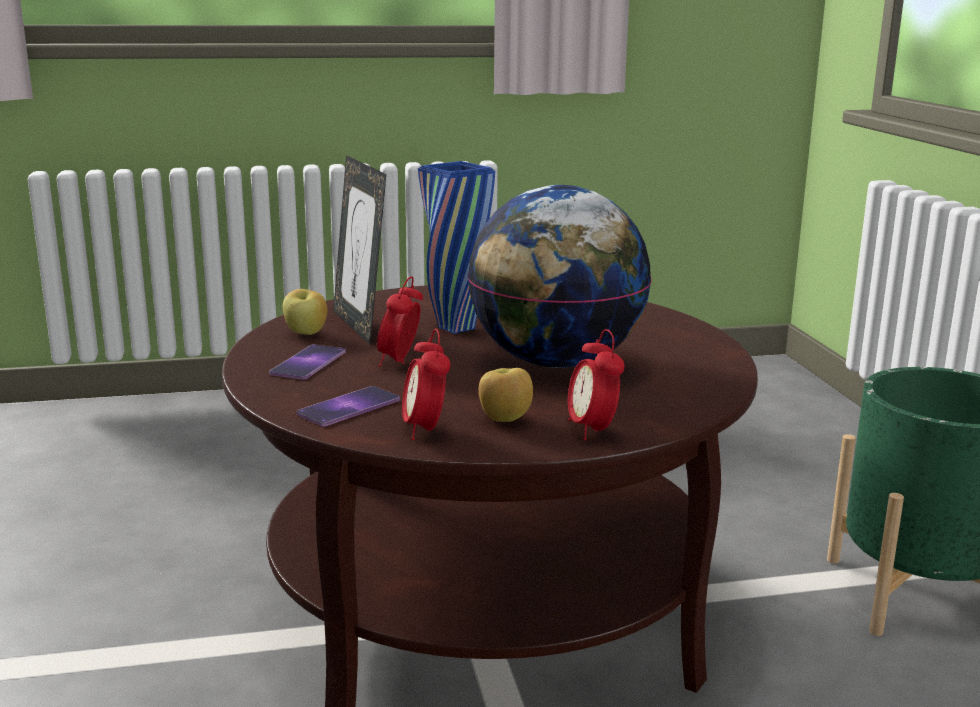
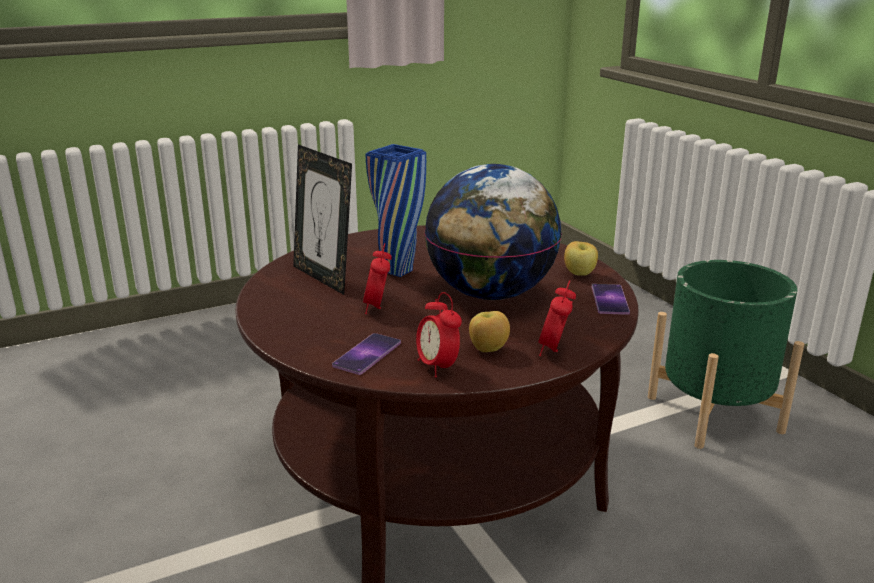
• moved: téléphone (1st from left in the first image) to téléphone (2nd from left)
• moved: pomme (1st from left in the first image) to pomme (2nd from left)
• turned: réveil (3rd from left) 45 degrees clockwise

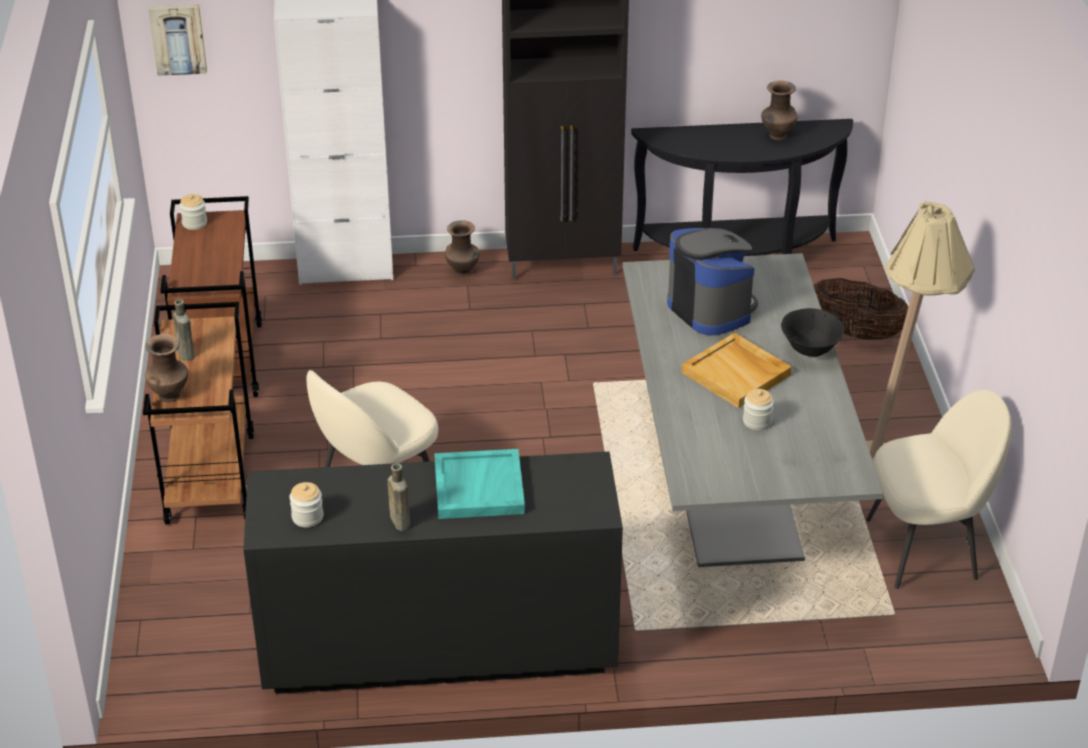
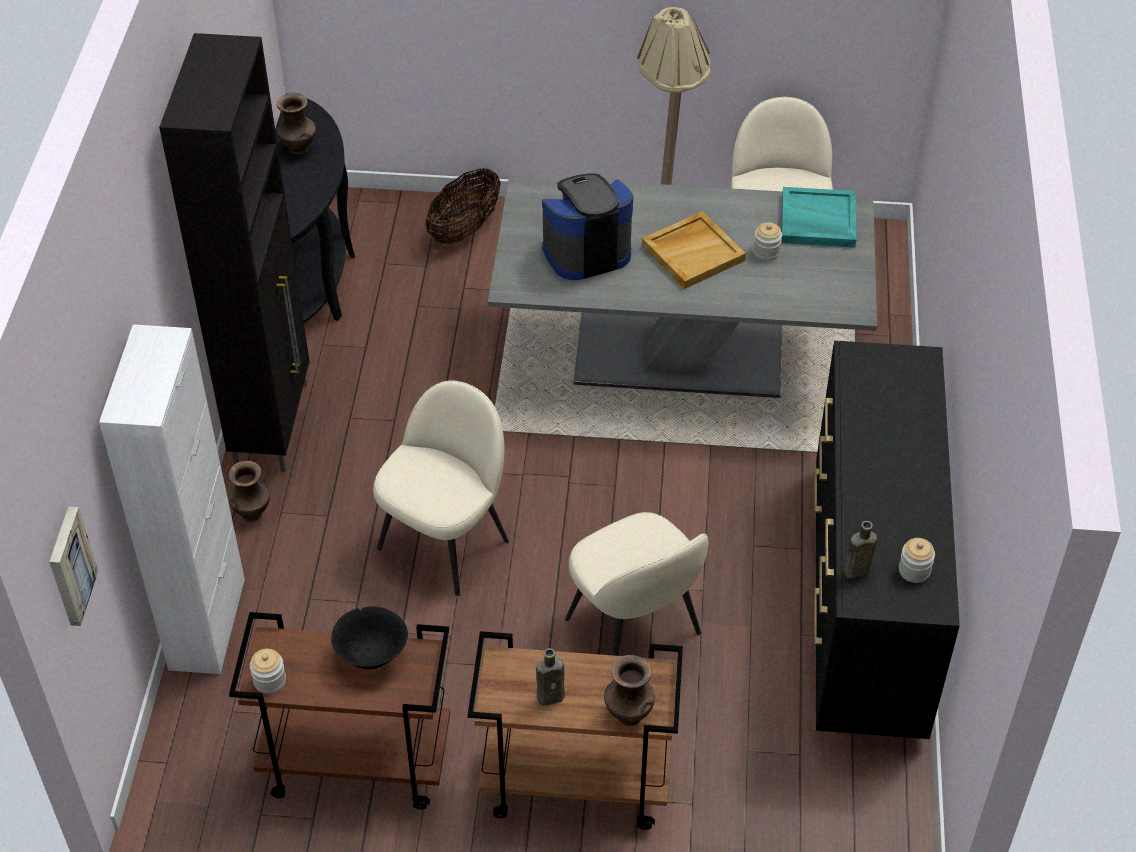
• added: chaise/beige (1st from left)
• moved: bouteille/marron (2nd from left)
• moved: plateau/turquoise
• moved: bol/noir

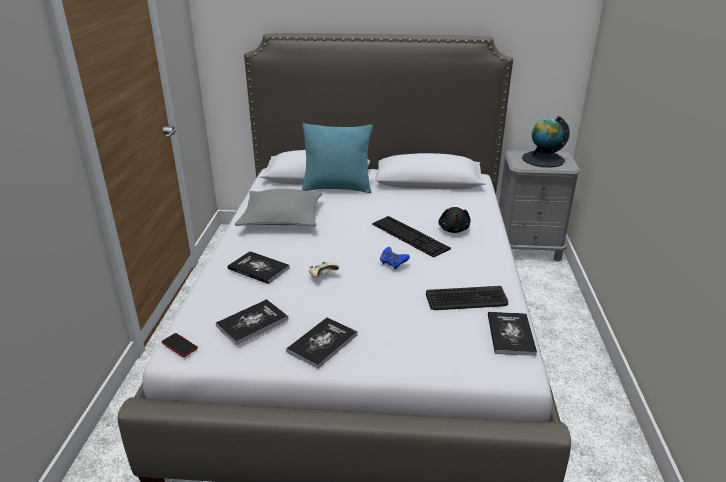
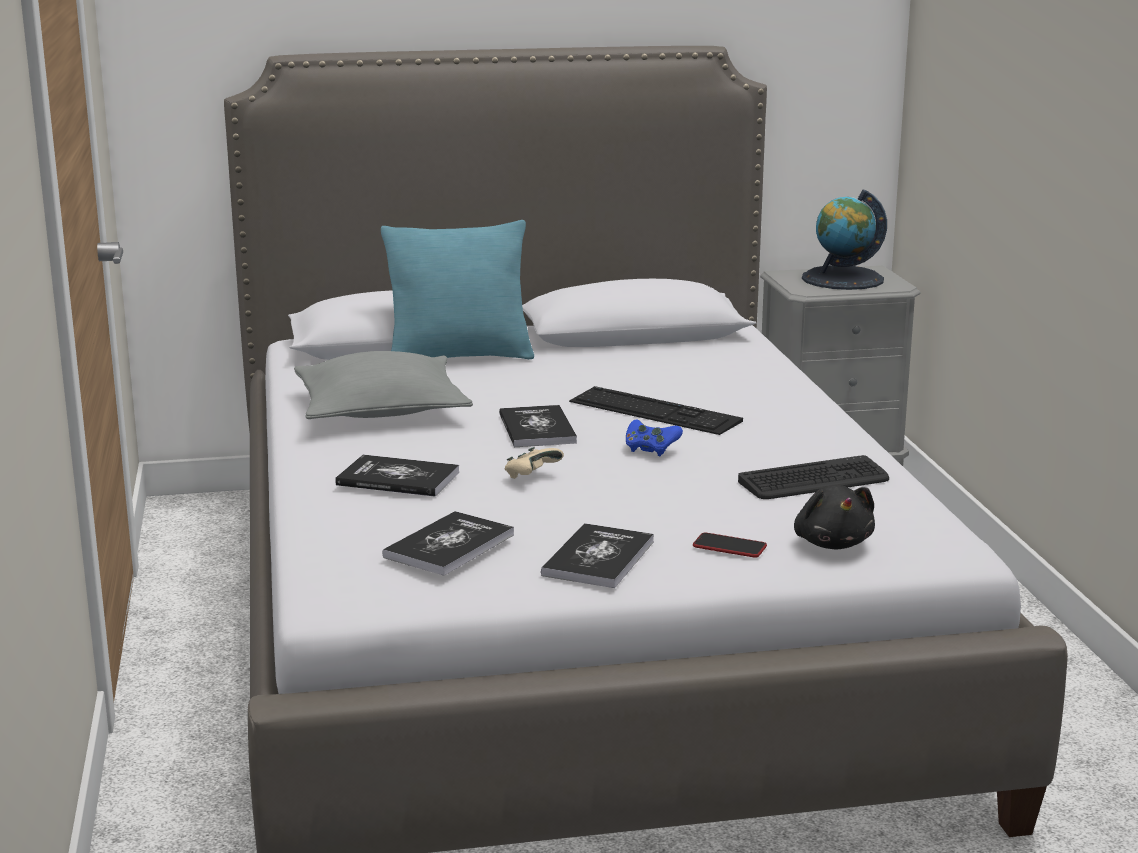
• moved: téléphone
• moved: peluche/noir
• moved: livre (4th from left in the first image) to livre (3rd from left)

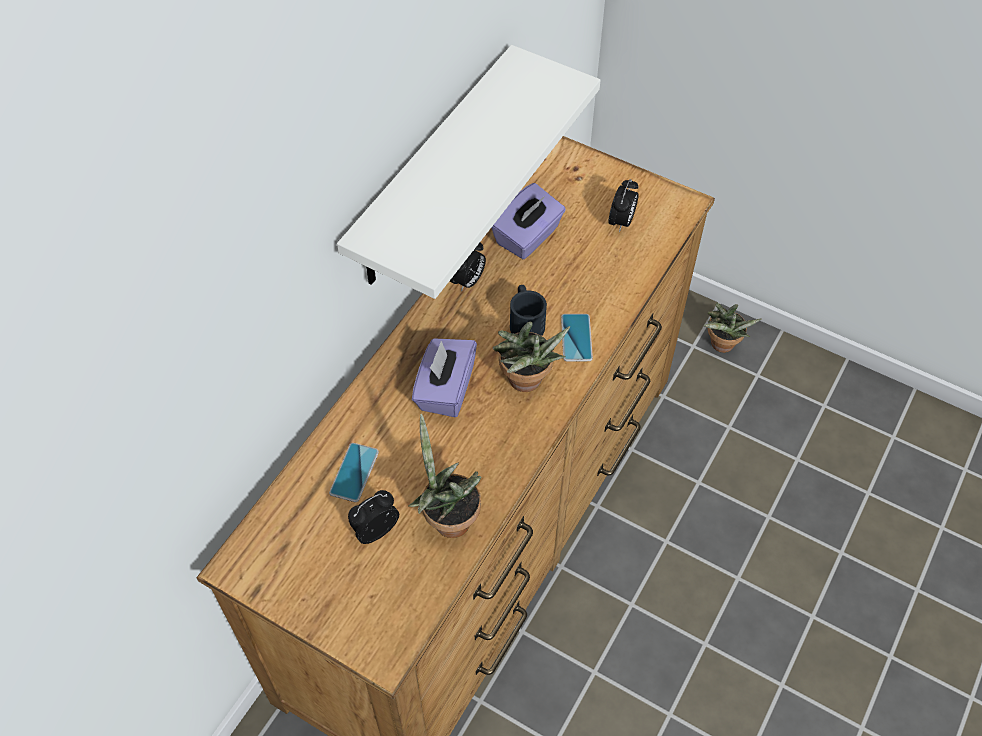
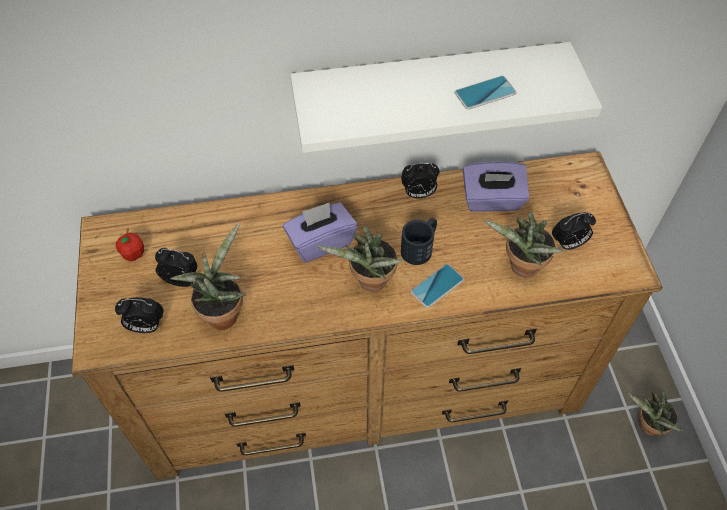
• added: réveil (1st from left)
• added: pomme
• added: plante en pot (3rd from left)
• moved: téléphone (1st from left in the first image) to téléphone (2nd from left)

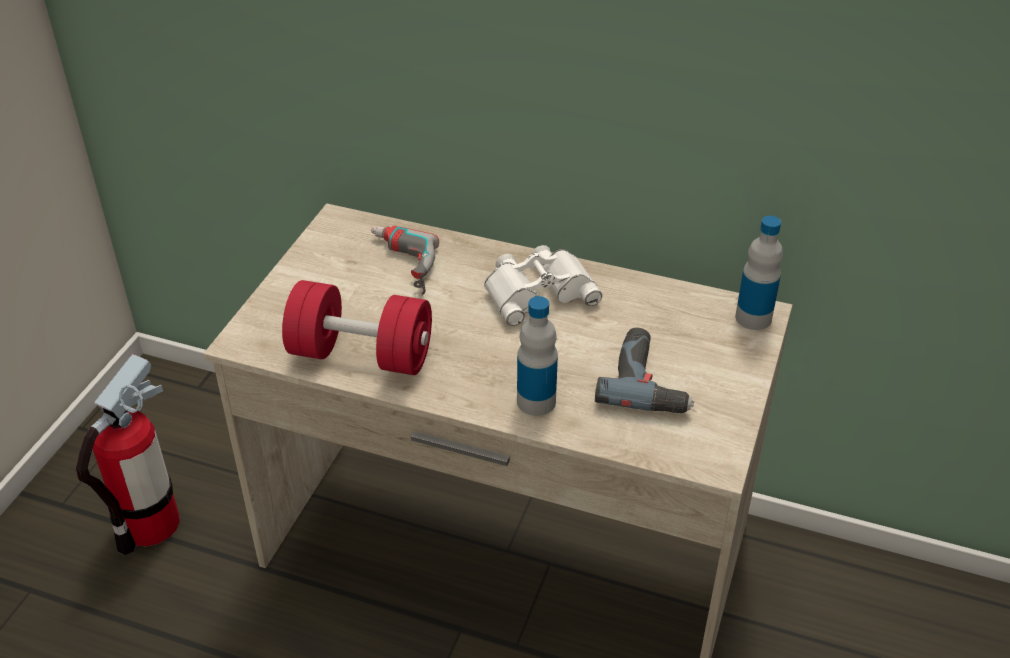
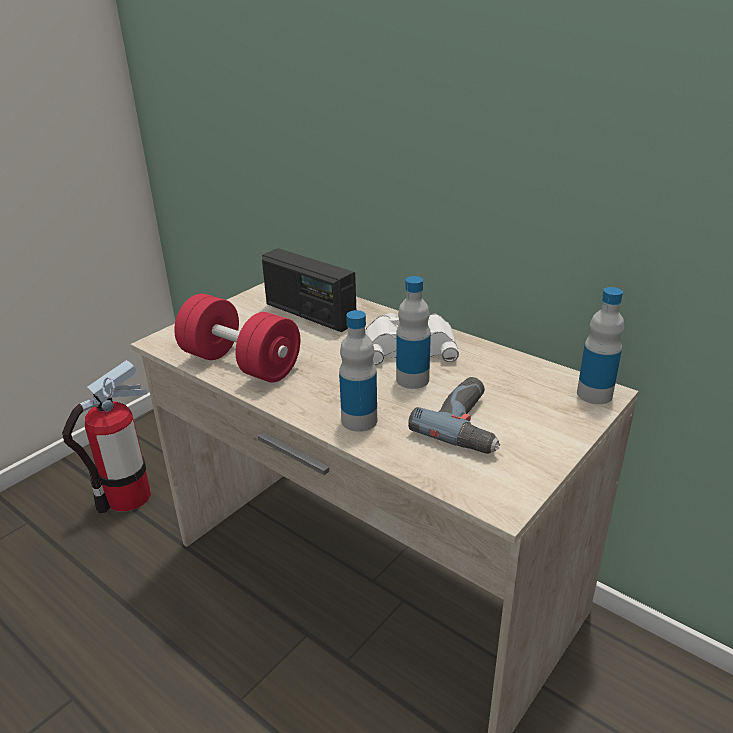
• added: bouteille (2nd from left)
• replaced: perceuse (1st from left) to radio

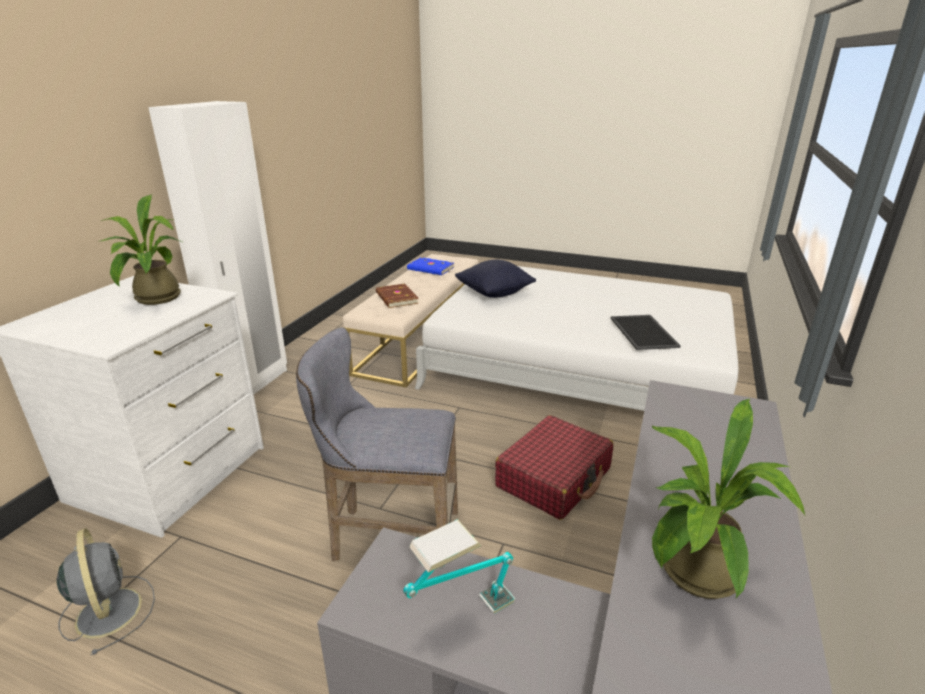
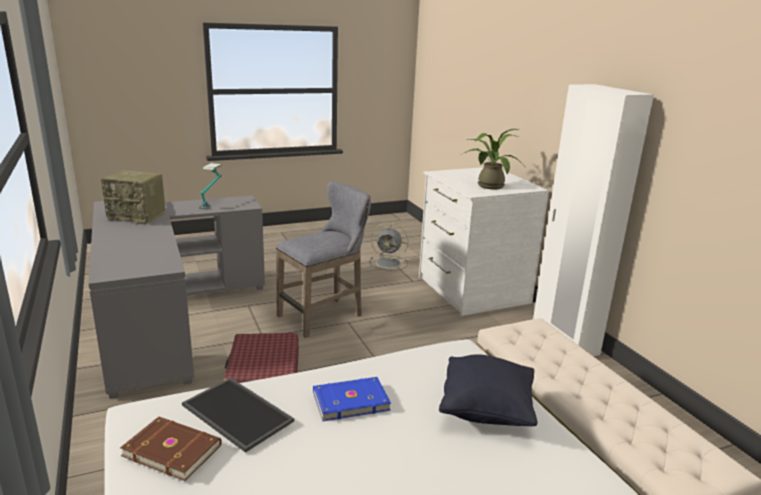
• moved: livre/marron
• moved: livre/bleu
• replaced: plante en pot (2nd from left) to radio

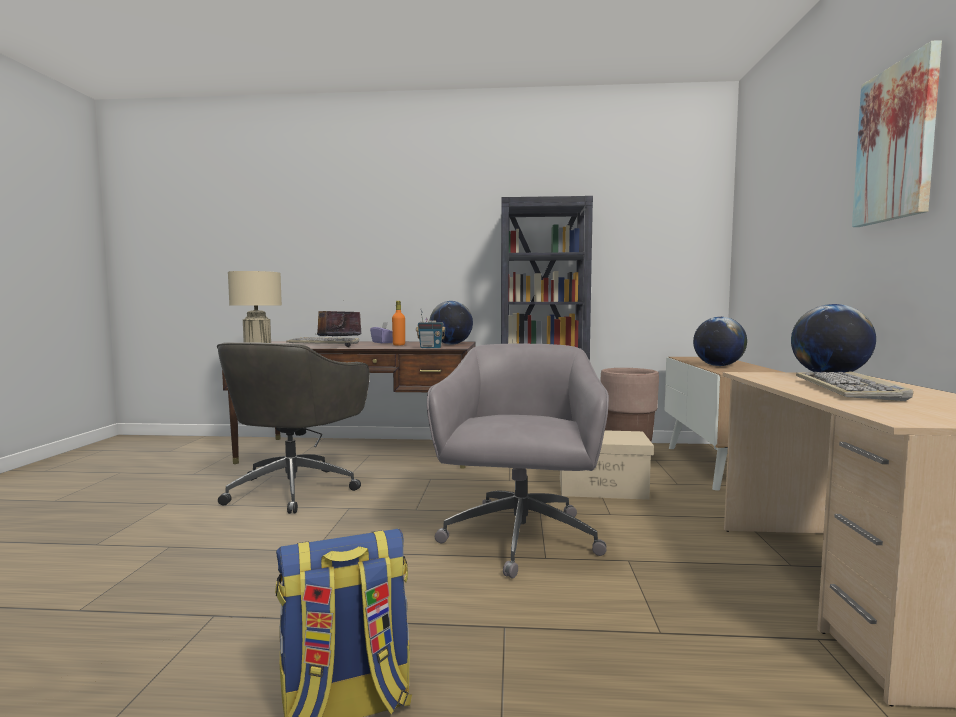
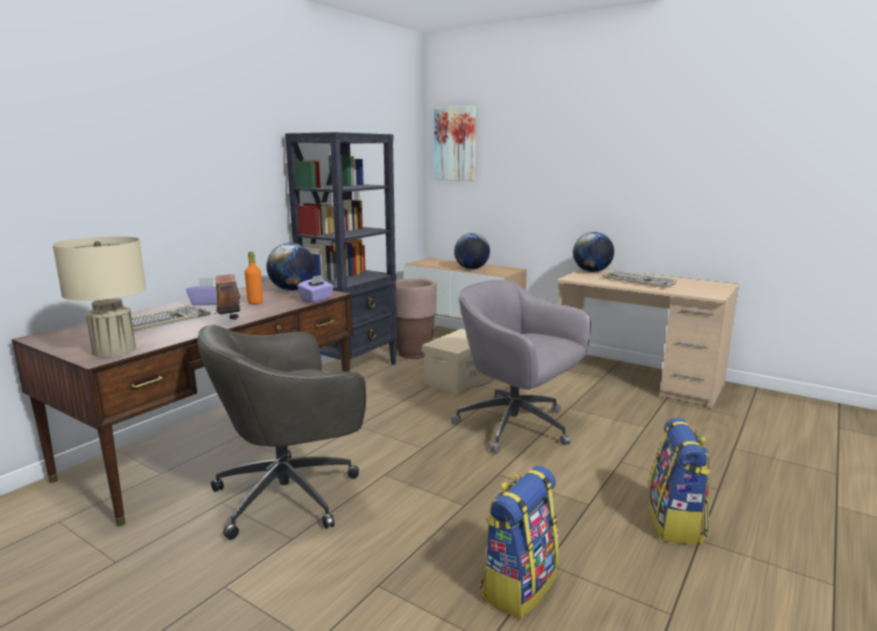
• added: sac à dos (1st from left)
• moved: tableau
• replaced: radio (2nd from left) to boîte à mouchoirs/violet (2nd from left)
• turned: chaise de bureau/gris (1st from left) 105 degrees clockwise

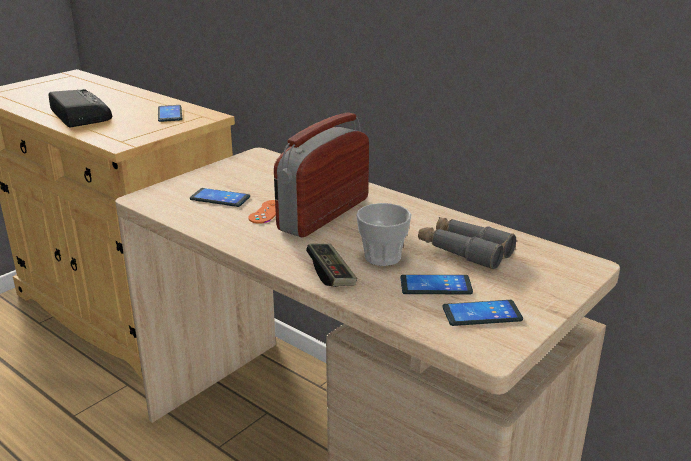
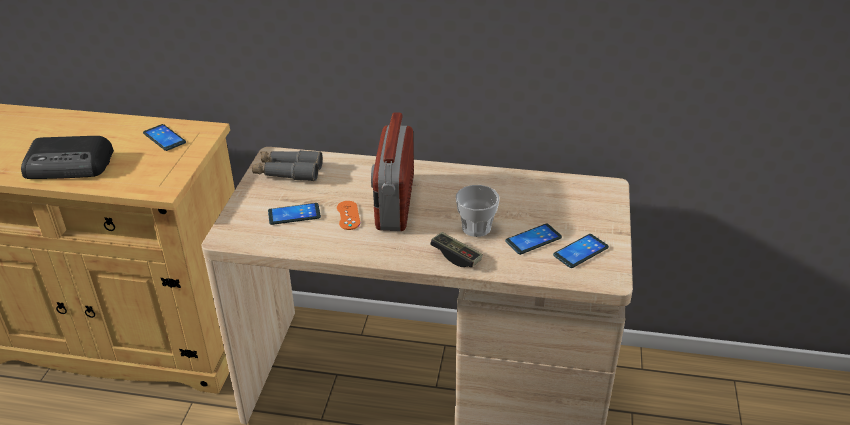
• moved: jumelles/gris
• turned: radio (1st from left) 150 degrees clockwise

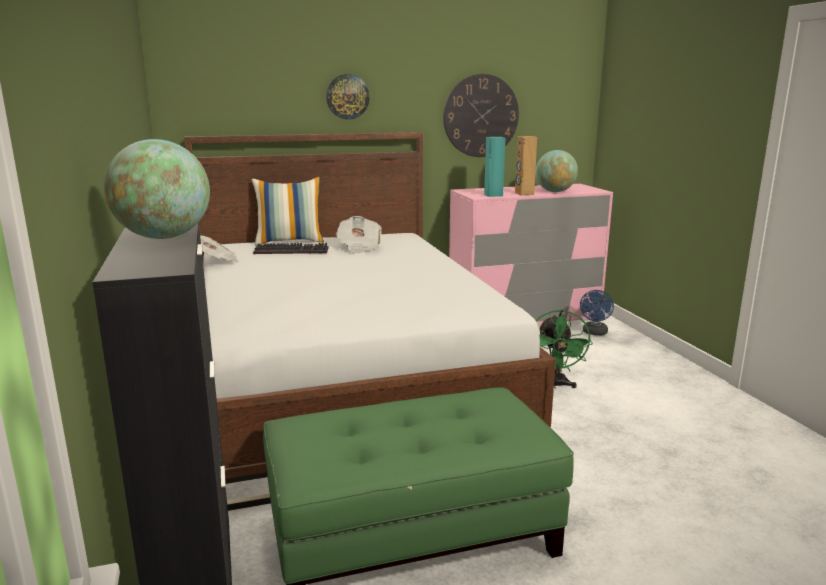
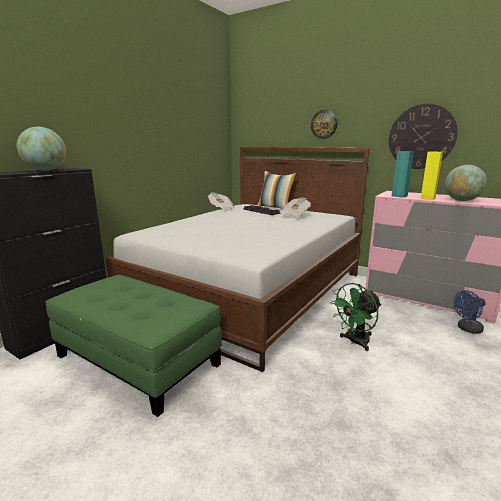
• recoloured: enceinte/marron to enceinte/jaune

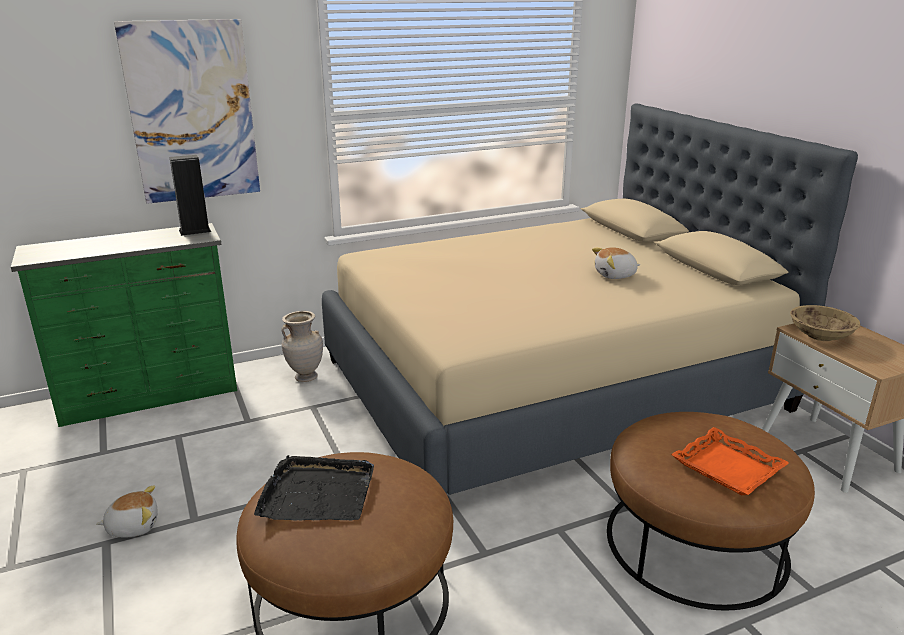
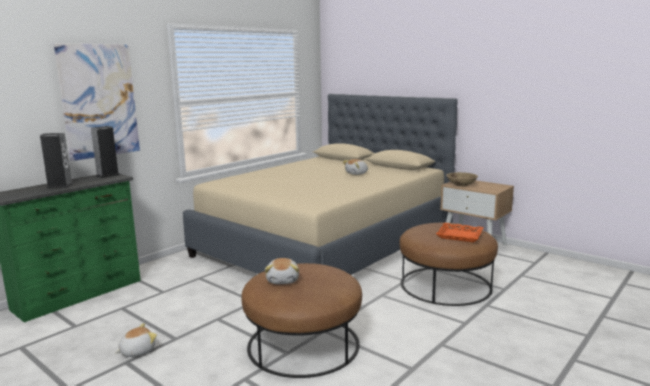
• removed: vase/beige
• added: enceinte (1st from left)
• replaced: plateau/noir to peluche (2nd from left)

